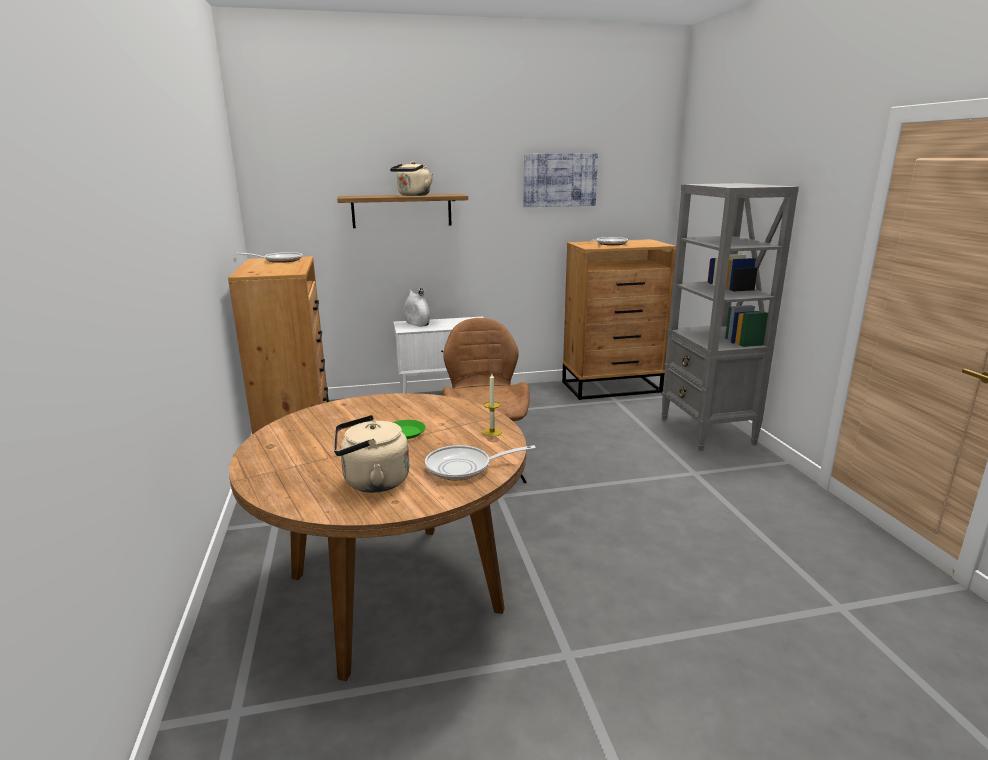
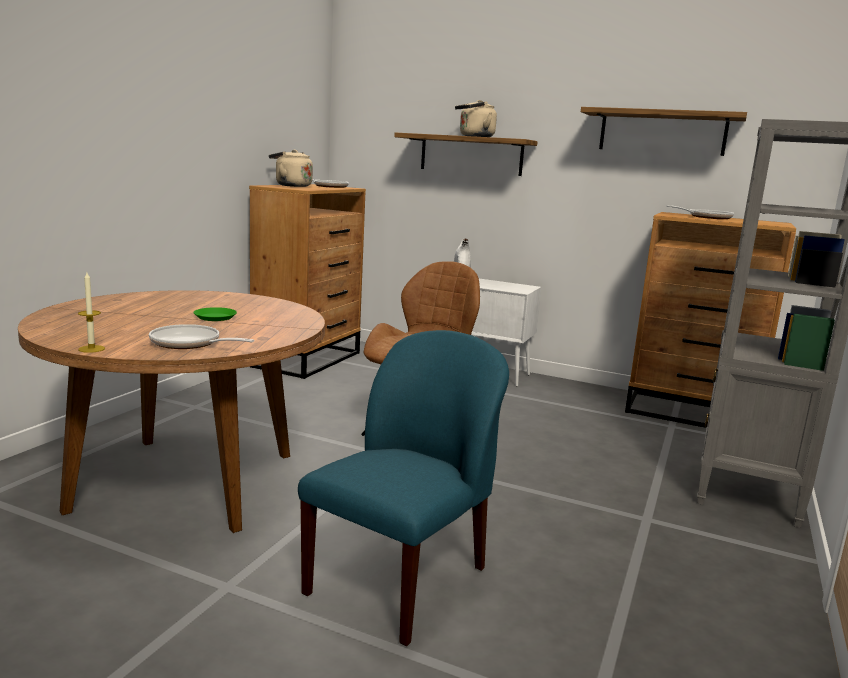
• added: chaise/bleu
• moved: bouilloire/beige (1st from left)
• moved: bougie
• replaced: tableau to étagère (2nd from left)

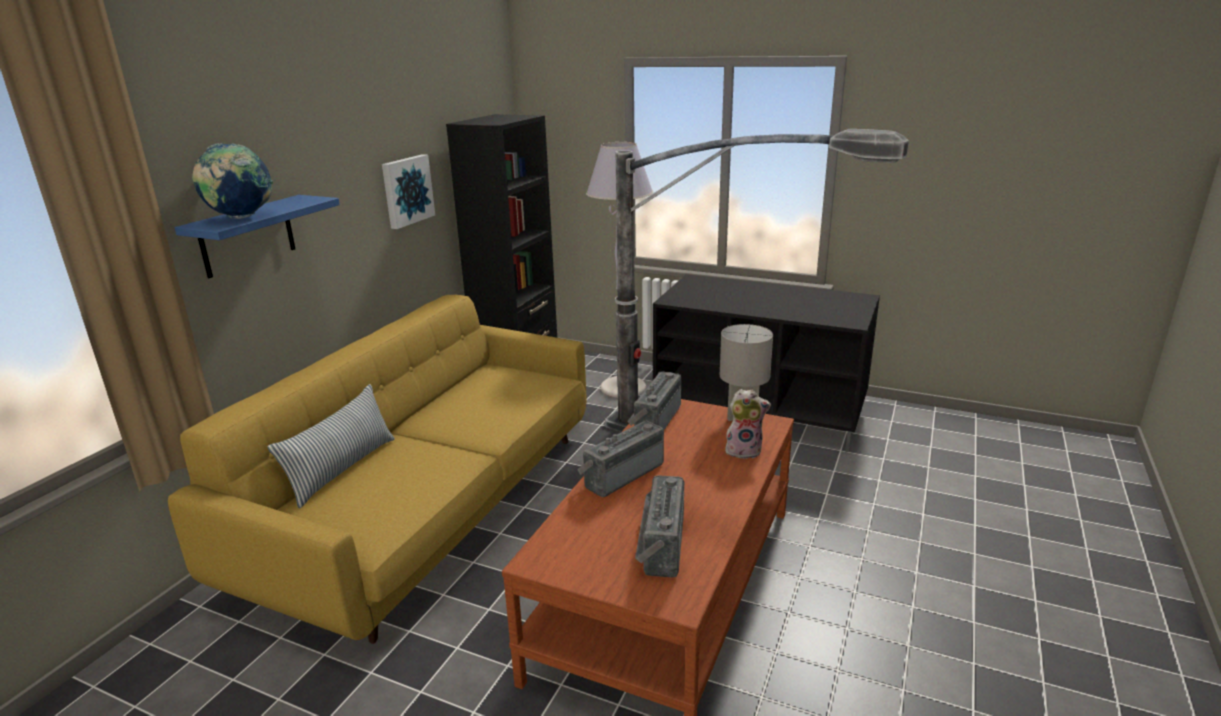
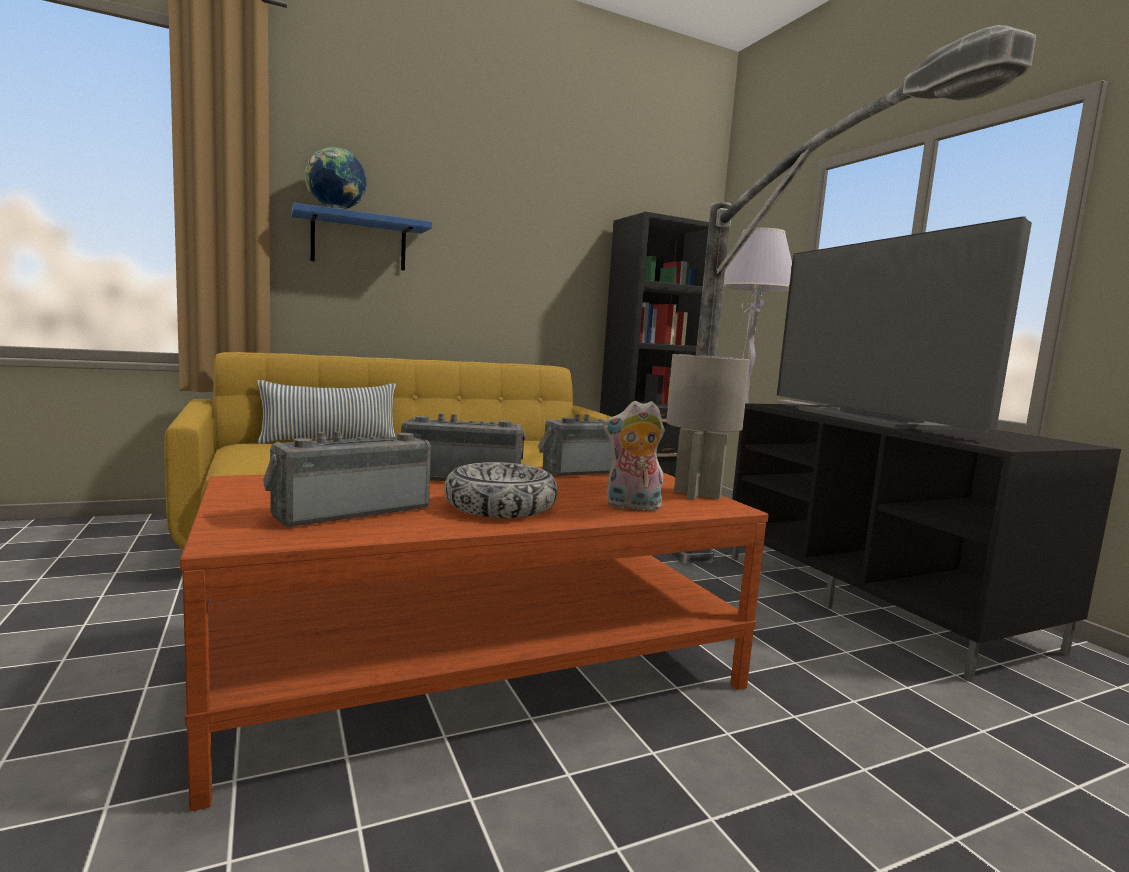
• removed: tableau
• added: bol
• added: téléviseur
• turned: peluche 135 degrees clockwise

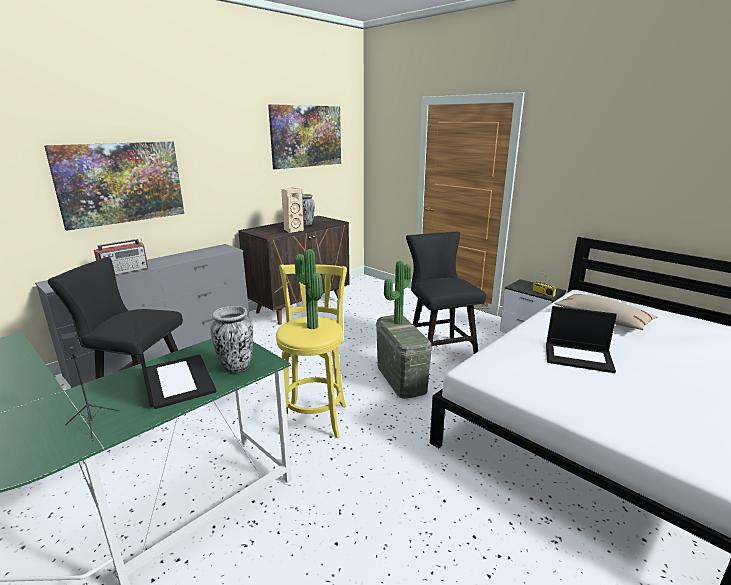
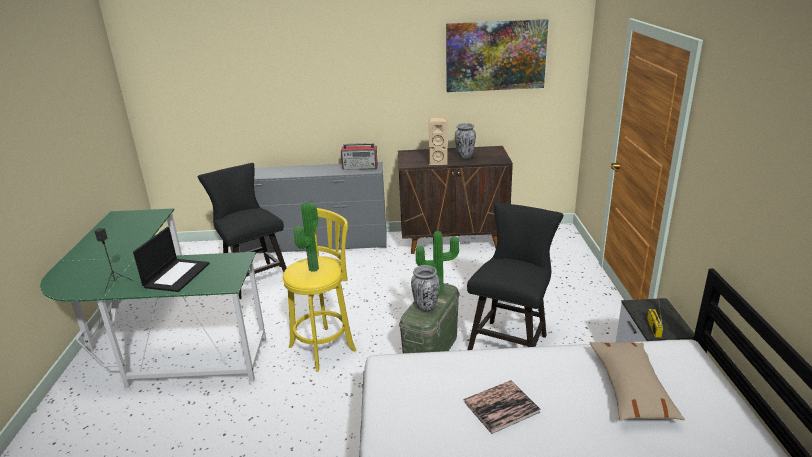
• removed: tableau (1st from left)
• moved: radio (1st from left)
• moved: vase (1st from left)
• replaced: ordinateur portable (2nd from left) to livre

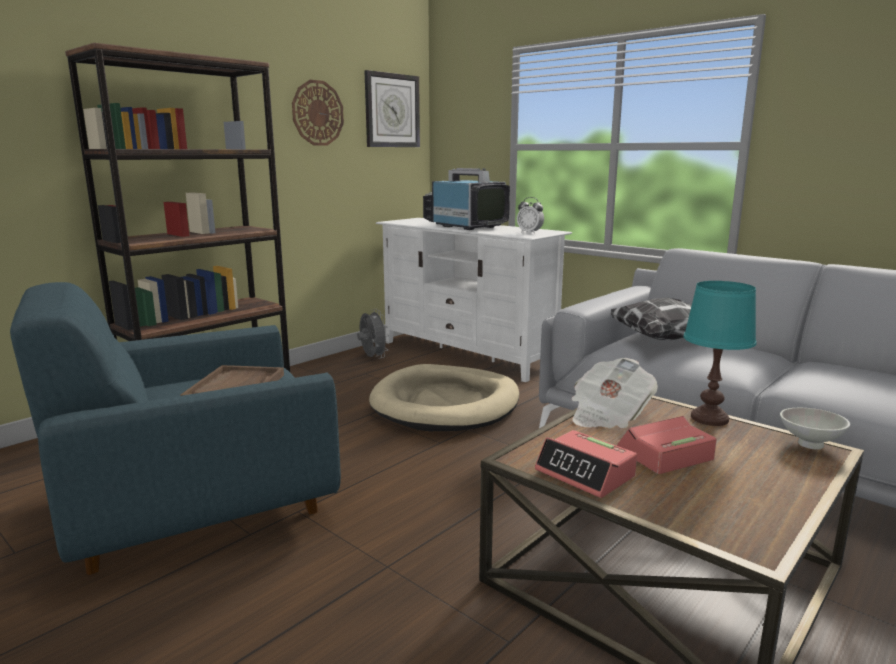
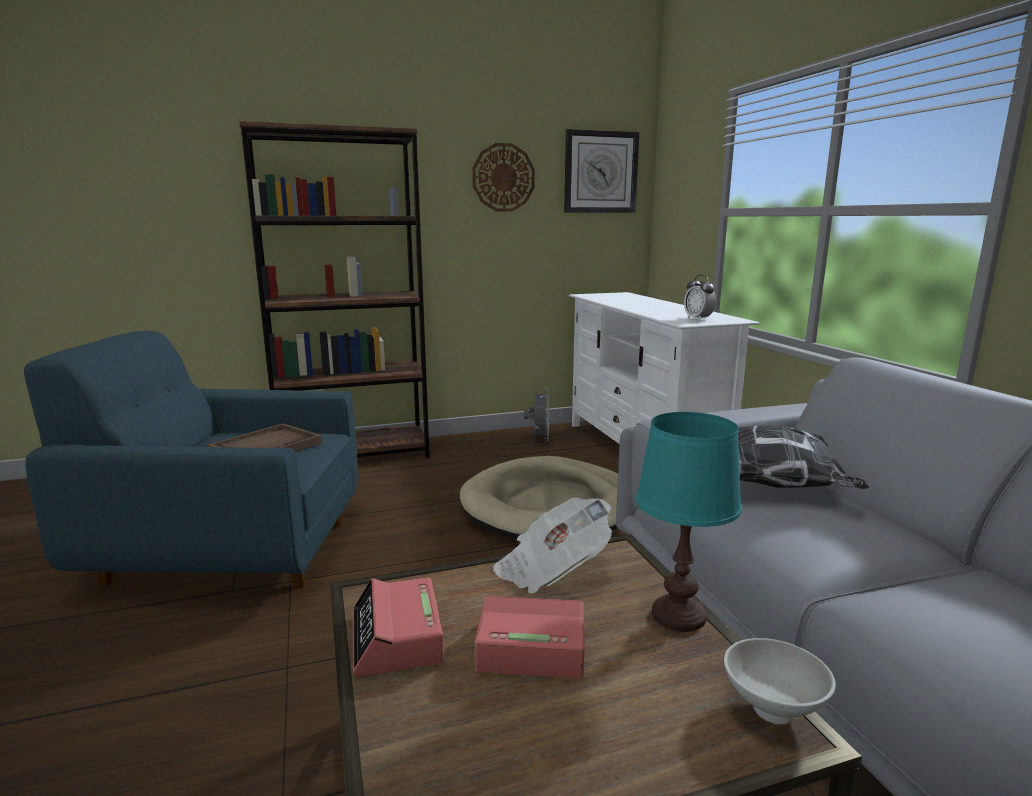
• removed: téléviseur

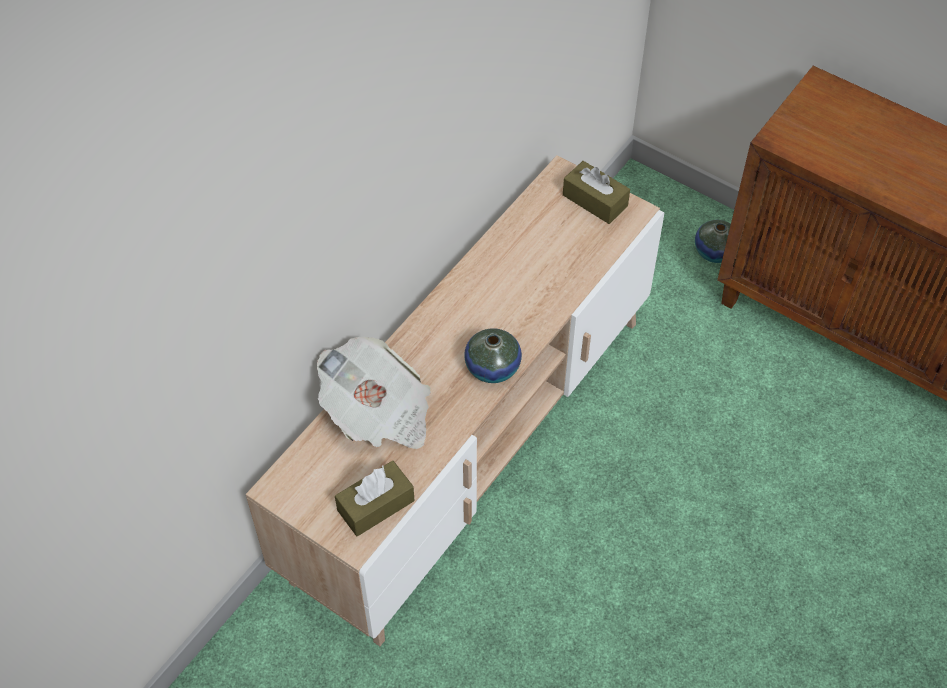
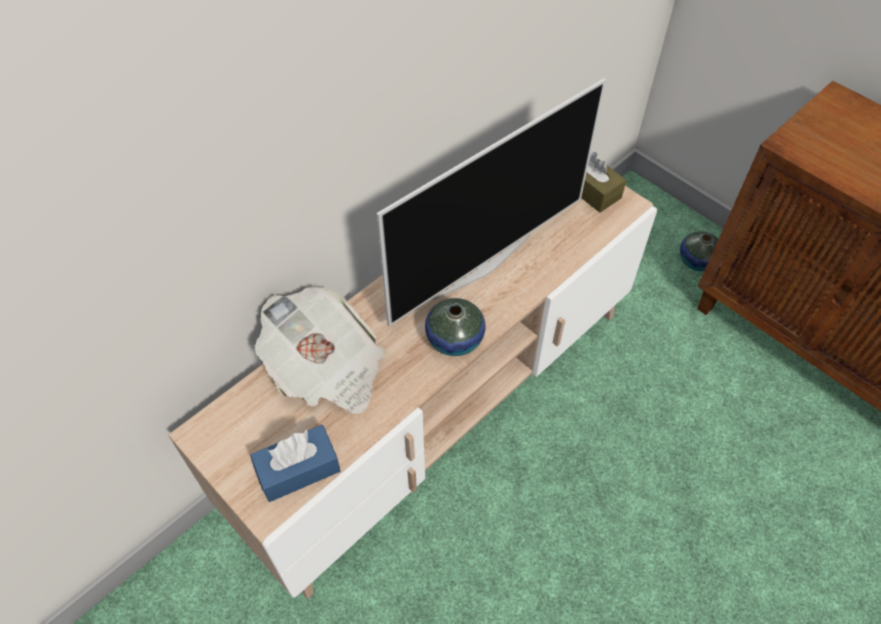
• added: téléviseur
• recoloured: boîte à mouchoirs/marron (1st from left) to boîte à mouchoirs/bleu

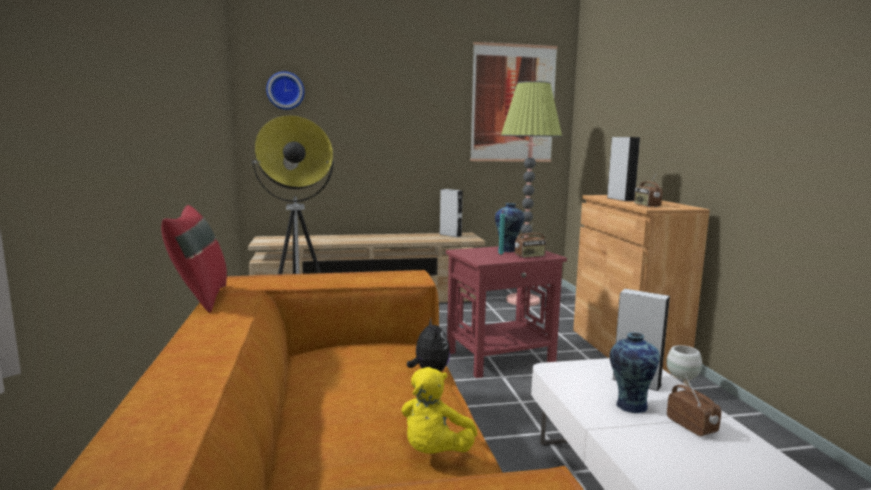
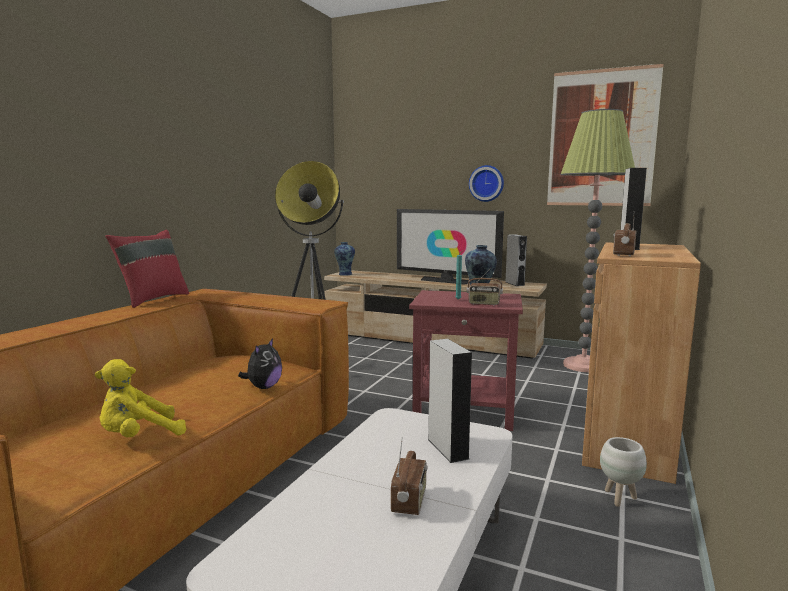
• added: téléviseur
• moved: horloge murale
• moved: vase (2nd from left in the first image) to vase (1st from left)

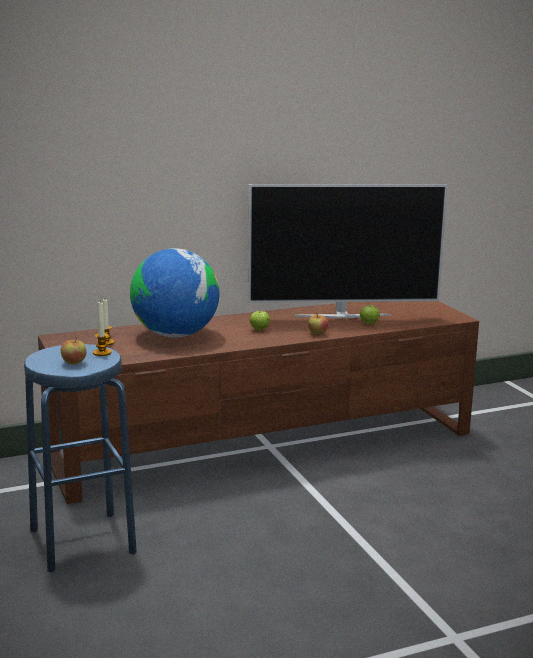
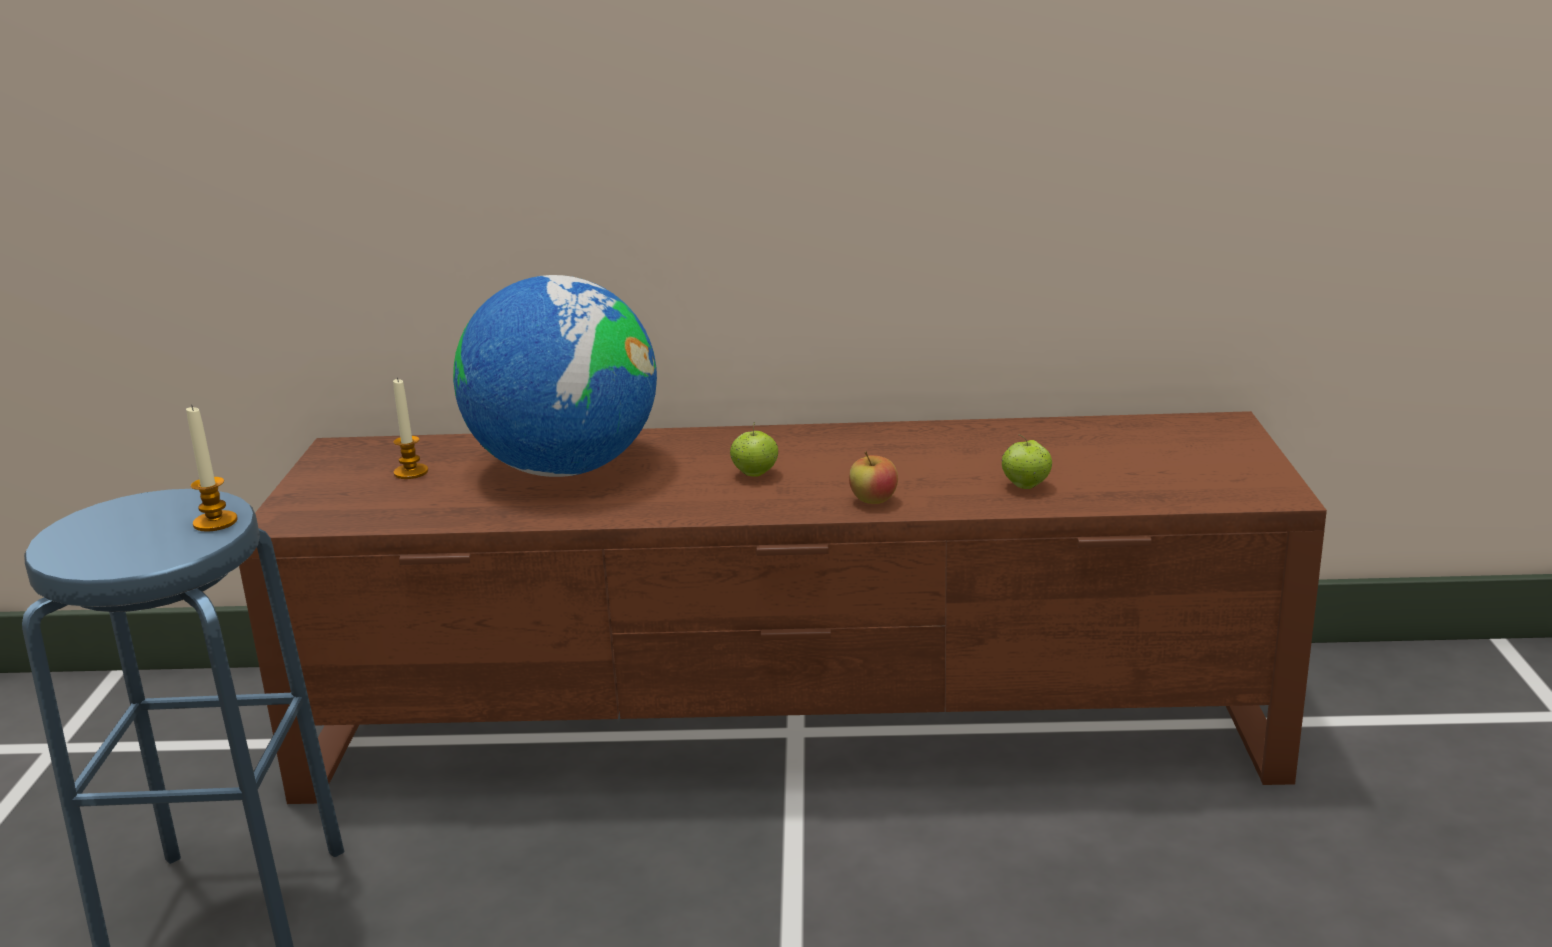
• removed: pomme (1st from left)
• removed: téléviseur

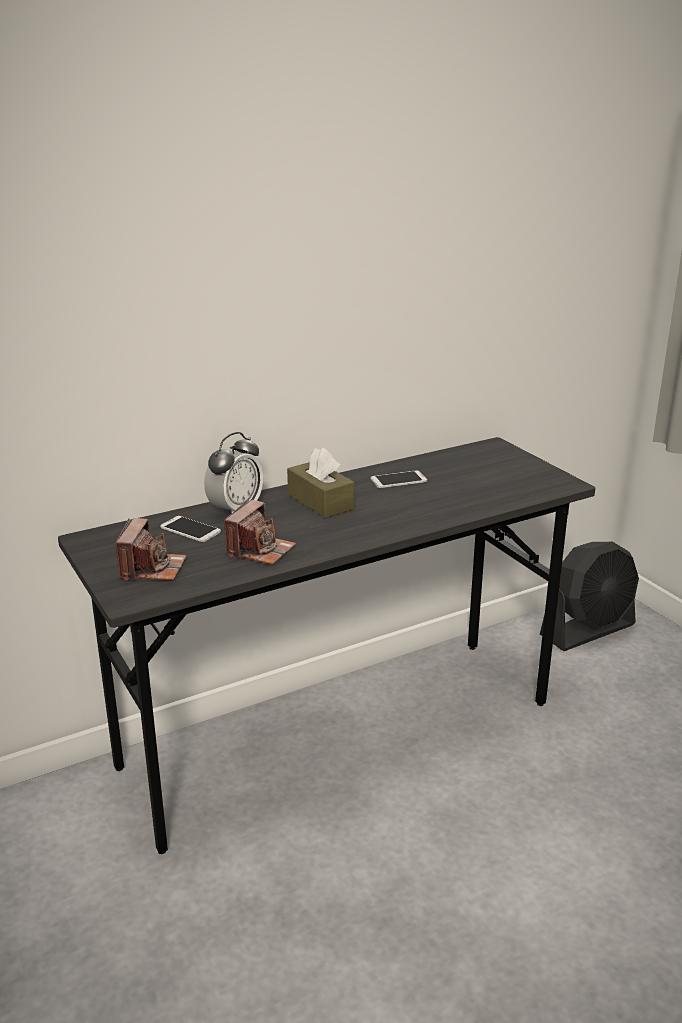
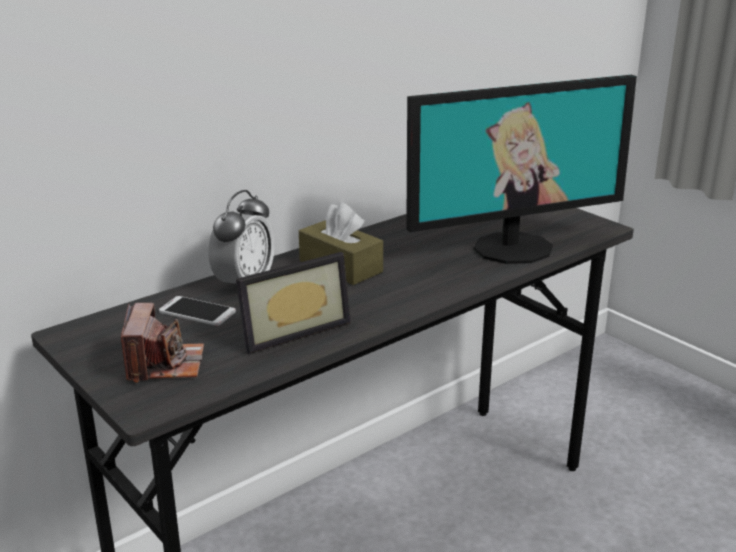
• removed: téléphone (2nd from left)
• removed: ventilateur/noir
• added: écran d'ordinateur
• replaced: appareil photo (2nd from left) to cadre photo

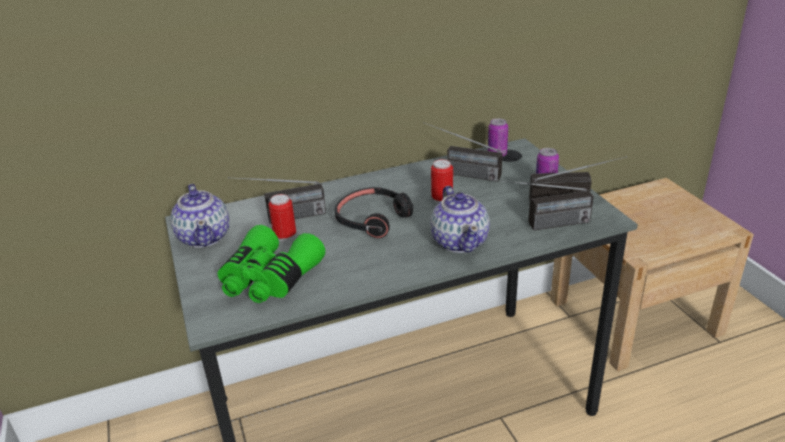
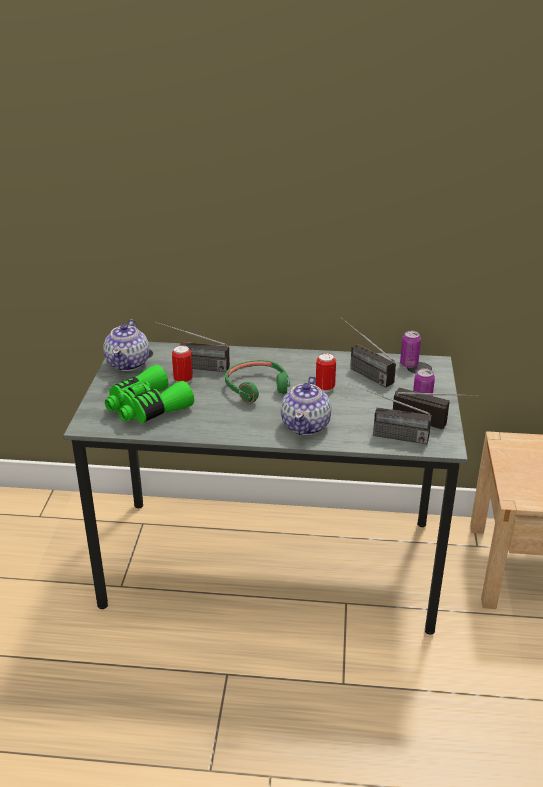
• recoloured: casque audio/noir to casque audio/vert

